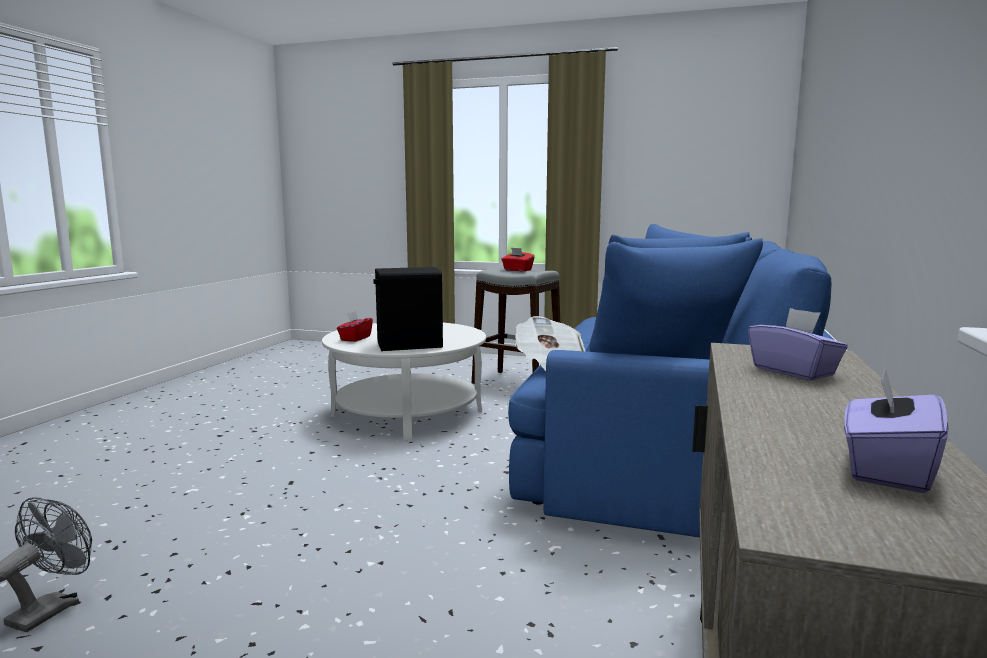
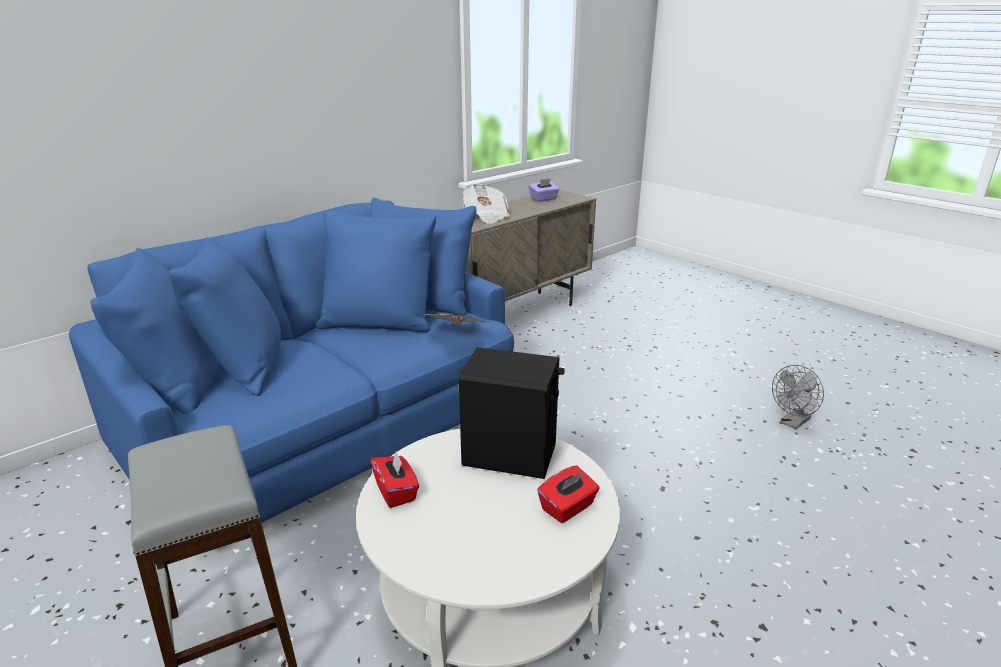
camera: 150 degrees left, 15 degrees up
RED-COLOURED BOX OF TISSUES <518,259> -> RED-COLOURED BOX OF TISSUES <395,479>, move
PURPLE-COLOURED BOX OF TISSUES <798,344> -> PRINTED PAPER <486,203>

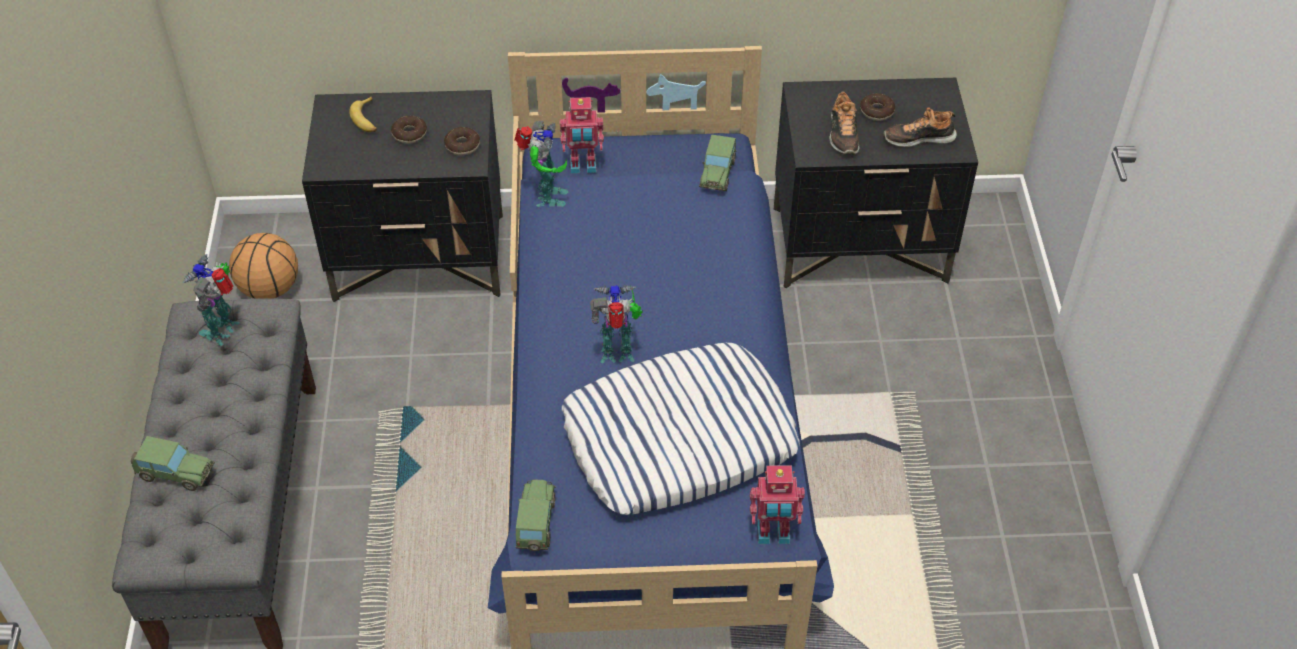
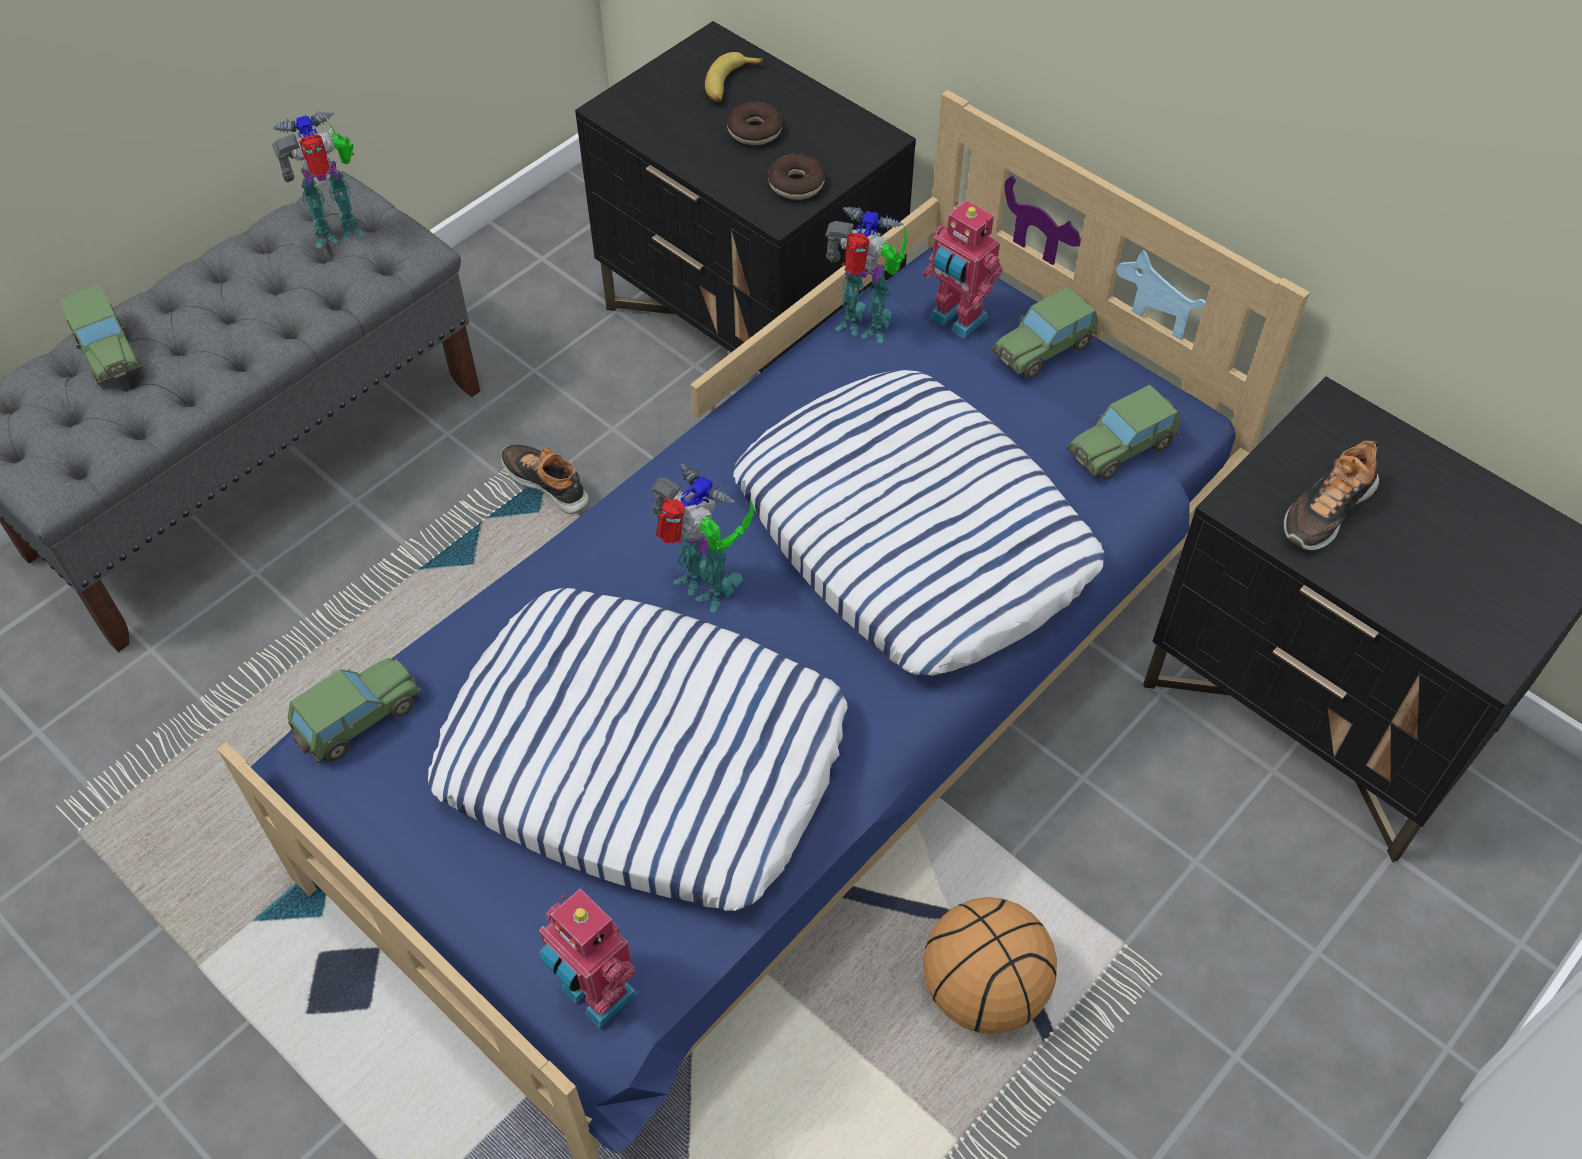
camera: 45 degrees right, 5 degrees up
DONUT <877,107> -> none
none -> PILLOW <918,523>
none -> MODEL CAR <1045,333>
BASKETBALL <263,266> -> BASKETBALL <990,965>, move
LOW SHOE <920,127> -> LOW SHOE <545,479>, move
MODEL ROBOT <541,164> -> MODEL ROBOT <866,275>, 120 degrees counterclockwise

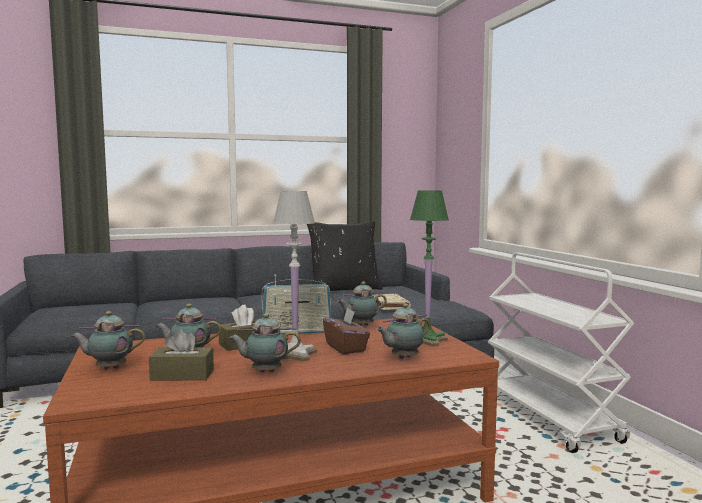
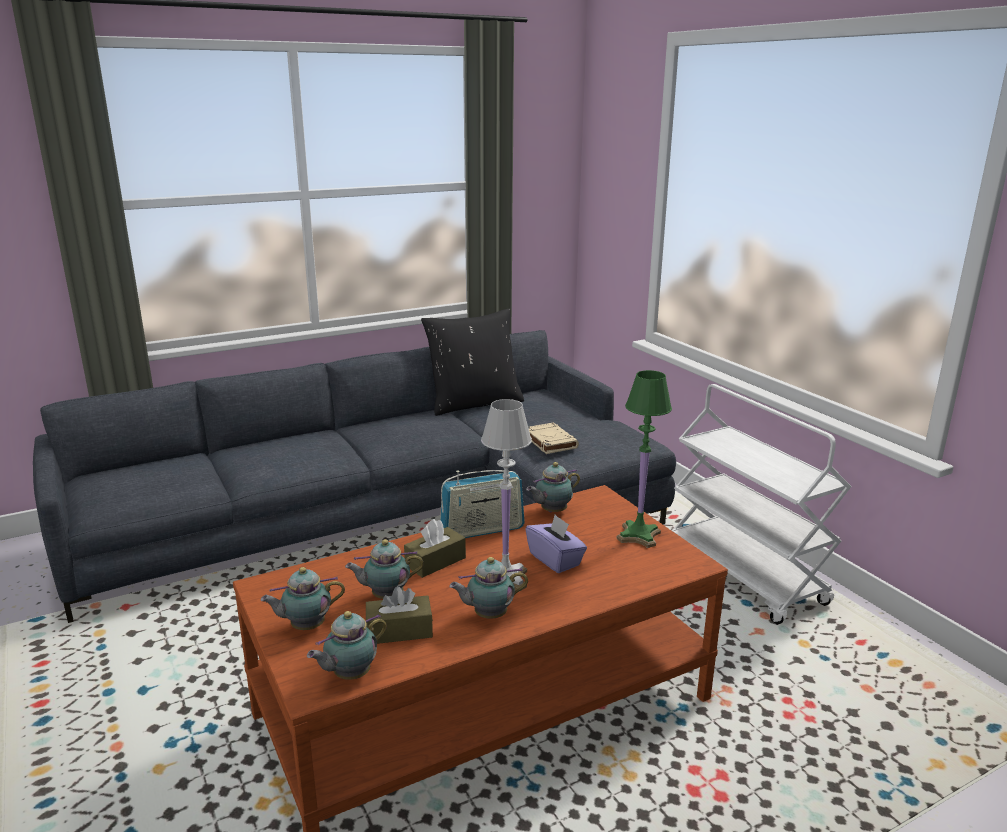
camera: 10 degrees left, 15 degrees up
TEA POT <403,331> -> TEA POT <347,645>, move
BROWNISH BOX OF TISSUES <346,331> -> PURPLE-COLOURED BOX OF TISSUES <556,544>

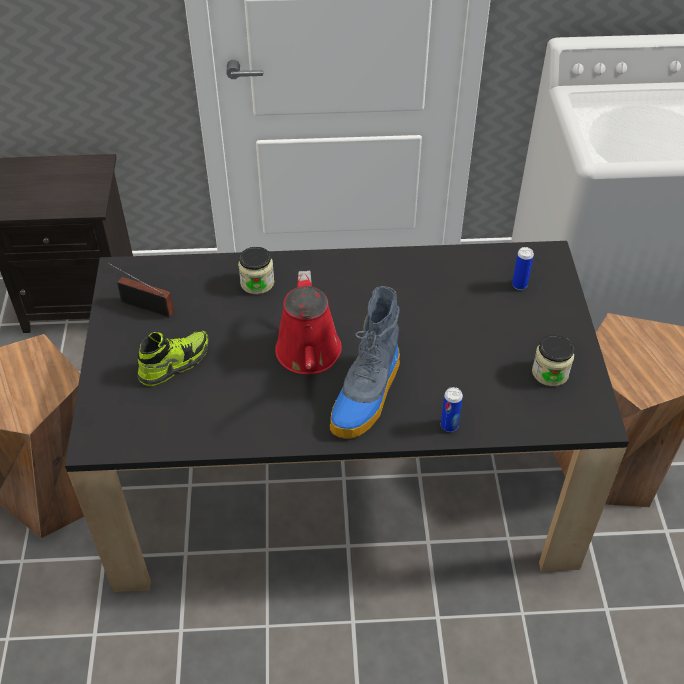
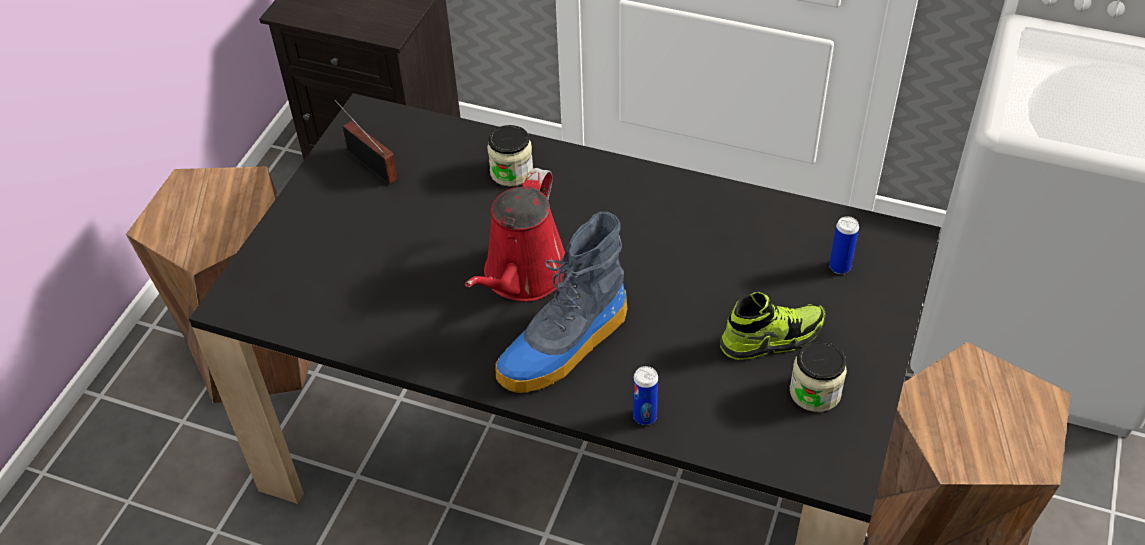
camera: 25 degrees right, 0 degrees up
LOW SHOE <173,358> -> LOW SHOE <773,326>, move

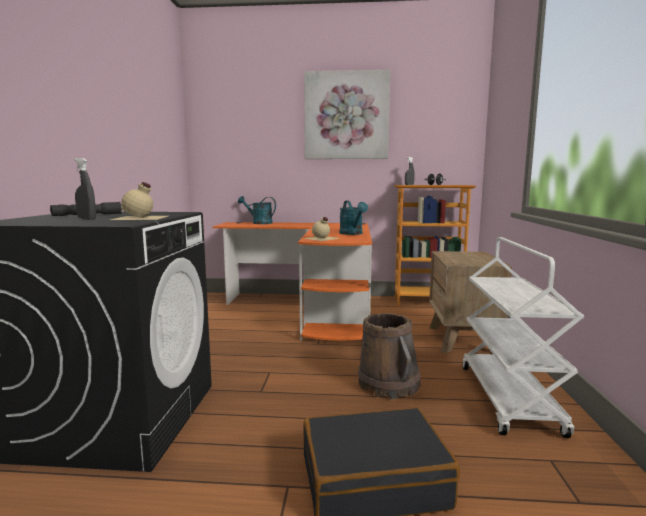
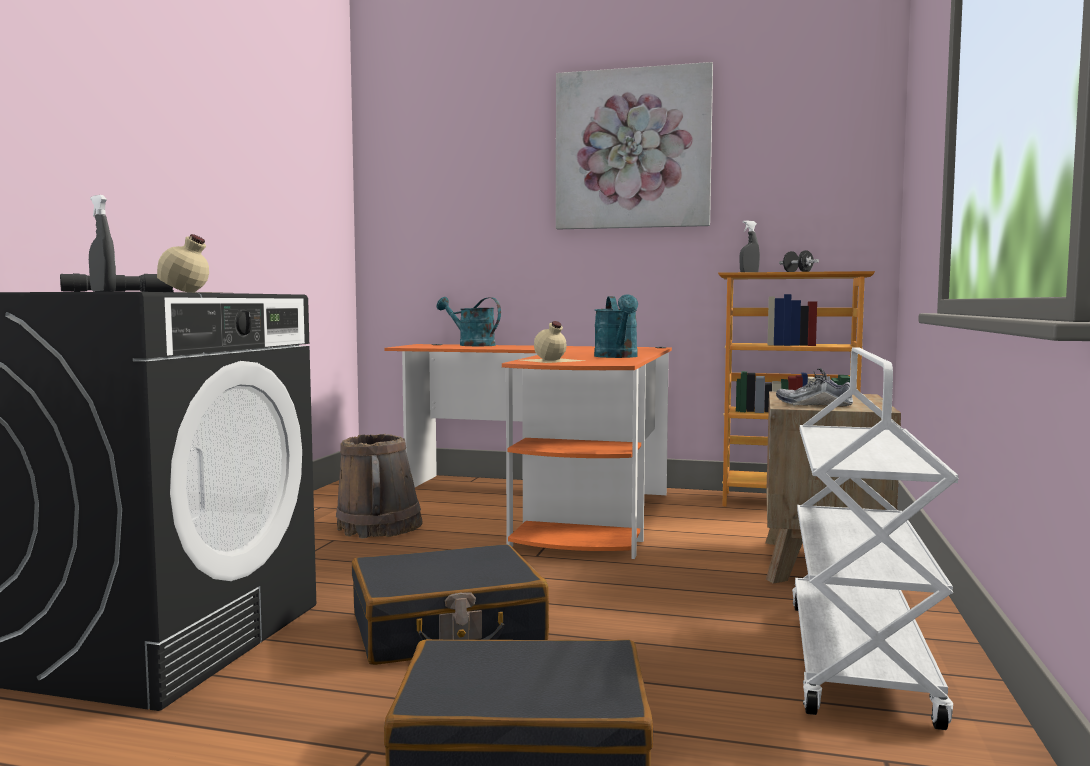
camera: 10 degrees right, 5 degrees down
none -> BLACKISH TRAVEL CASE <450,604>
none -> LOW SHOE <814,387>
BROWNISH WATER BUCKET <389,356> -> BROWNISH WATER BUCKET <379,486>, move

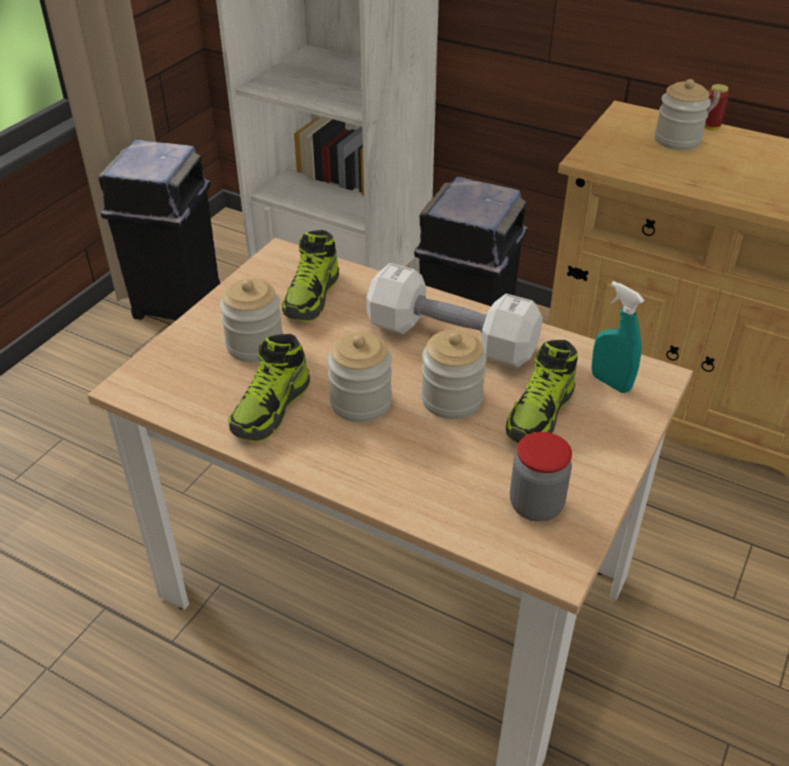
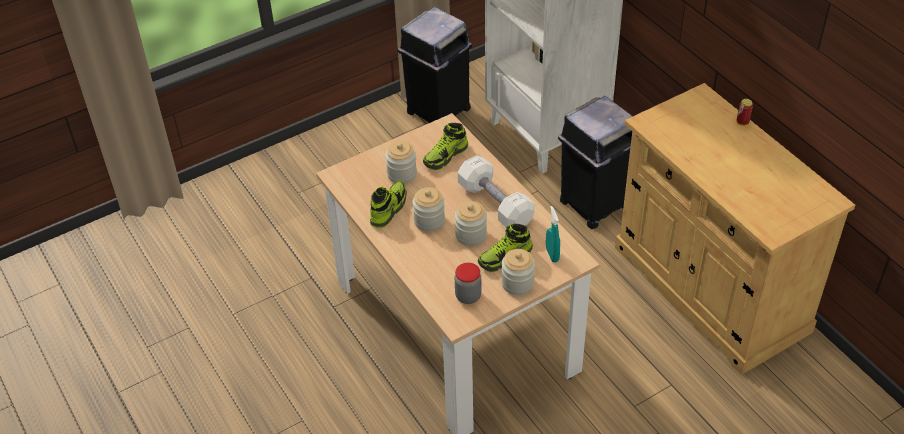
camera: 30 degrees right, 5 degrees up
STORAGE JAR <683,114> -> STORAGE JAR <518,272>, move
LOW SHOE <269,387> -> LOW SHOE <388,204>, 150 degrees clockwise

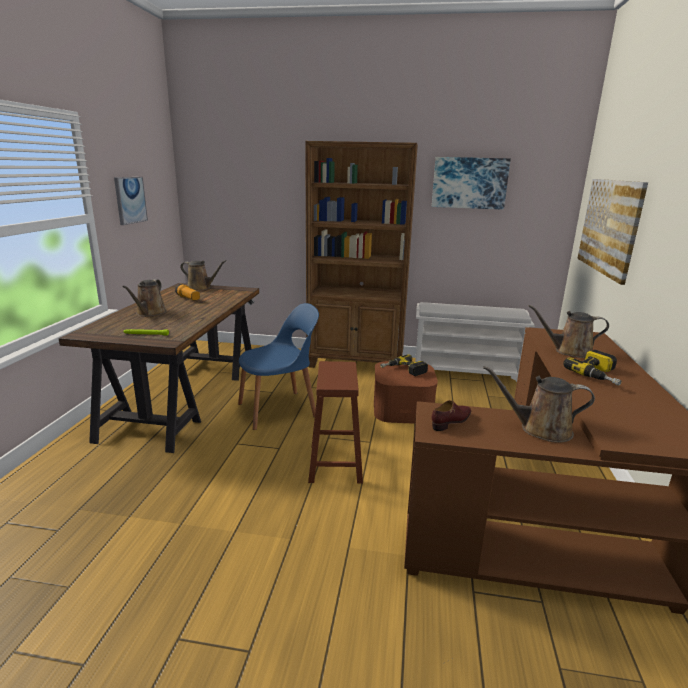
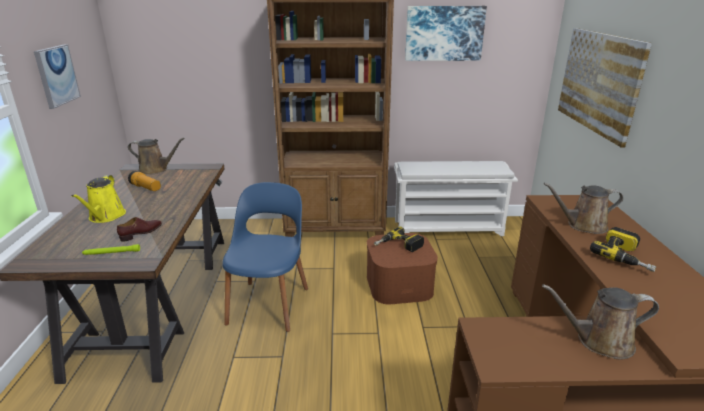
camera: 10 degrees left, 5 degrees up
BROWNISH SITTING STOOL <335,422> -> none
BROWNISH LOW SHOE <451,415> -> BROWNISH LOW SHOE <139,229>, move
BROWNISH WATERING POT <144,298> -> YELLOW WATERING POT <98,199>
BLUE PLAIN CHAIR <278,366> -> BLUE PLAIN CHAIR <265,257>, 45 degrees counterclockwise

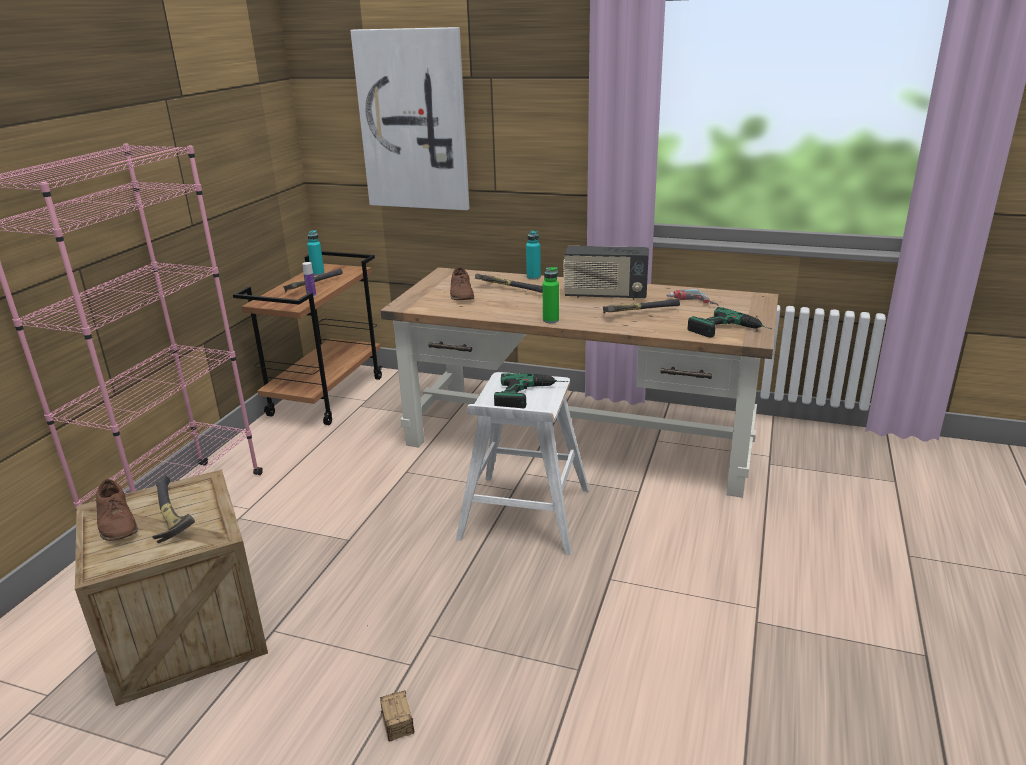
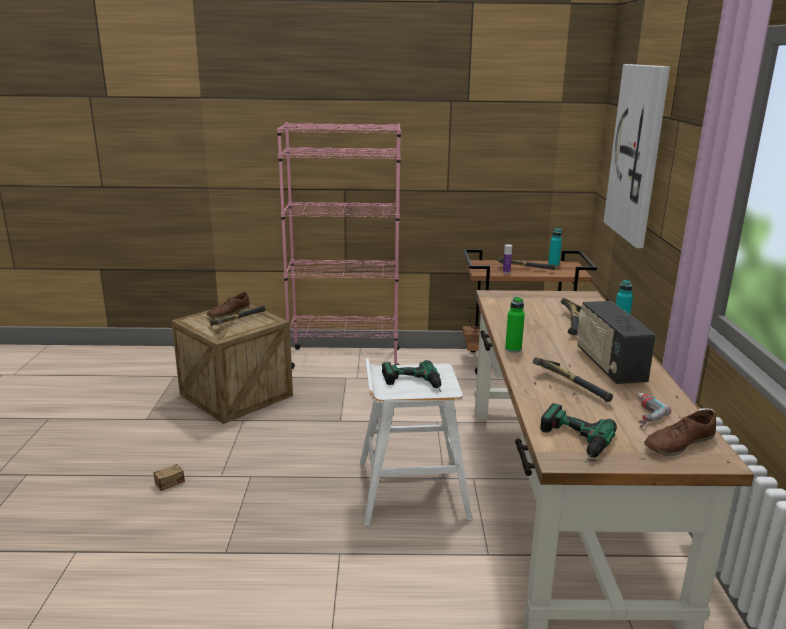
camera: 70 degrees right, 5 degrees down
BROWNISH LOW SHOE <462,283> -> BROWNISH LOW SHOE <680,432>, move

